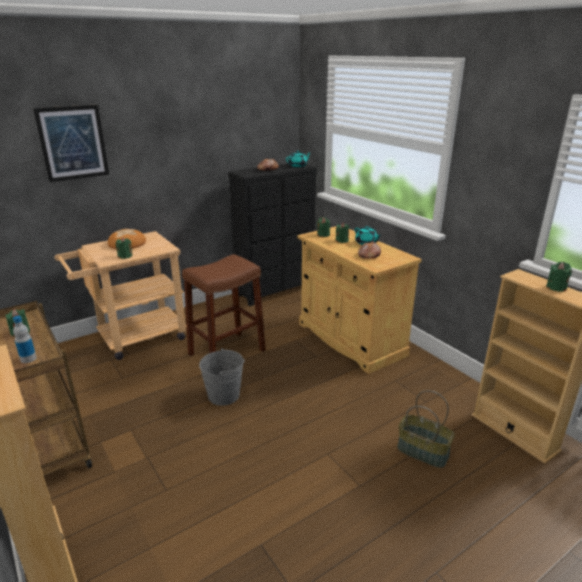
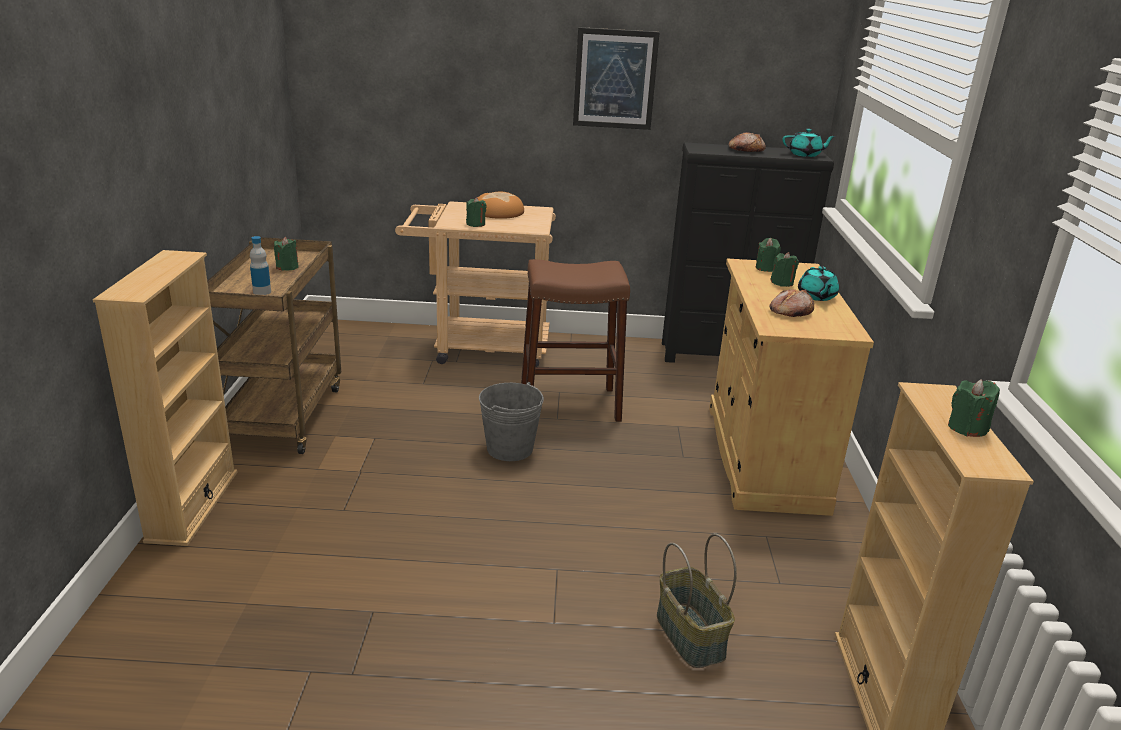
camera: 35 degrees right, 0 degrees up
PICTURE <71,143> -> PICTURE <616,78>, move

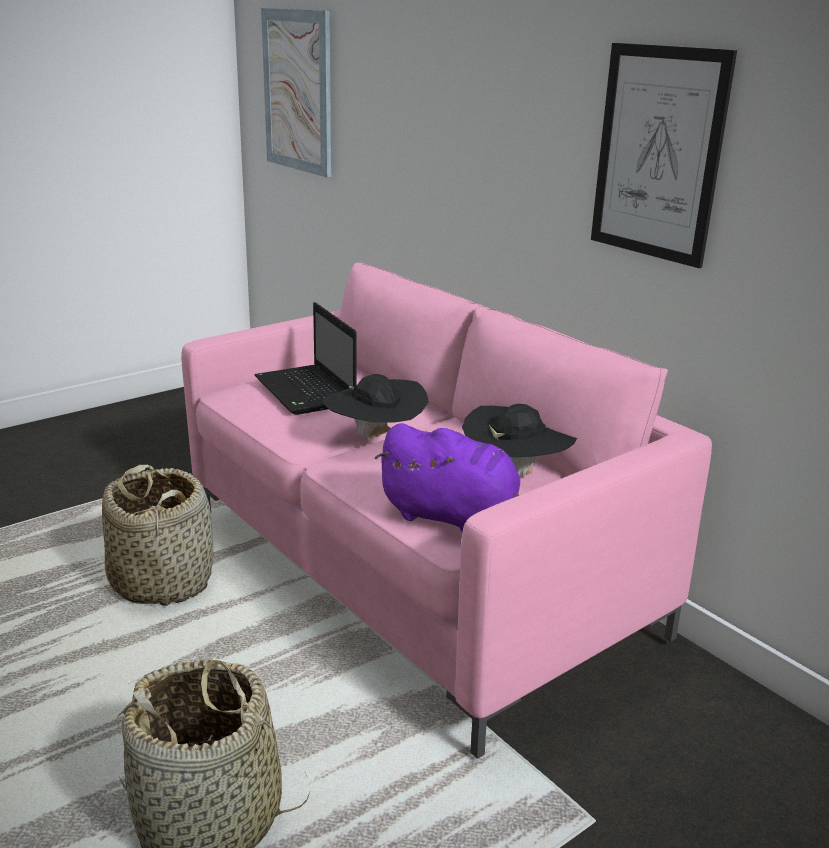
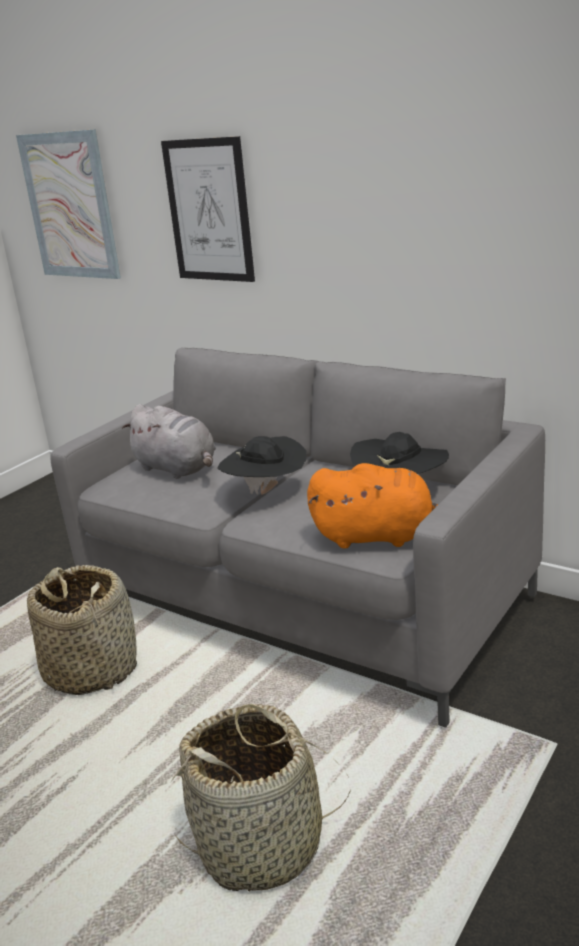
camera: 15 degrees left, 0 degrees up
PICTURE <664,155> -> PICTURE <208,209>, move
NOTEBOOK COMPUTER <305,358> -> GRAY CUDDLY TOY <169,441>
PINK-COLOURED COUCH <446,511> -> GRAY COUCH <297,537>
PURPLE-COLOURED CUDDLY TOY <447,477> -> ORANGE CUDDLY TOY <372,505>

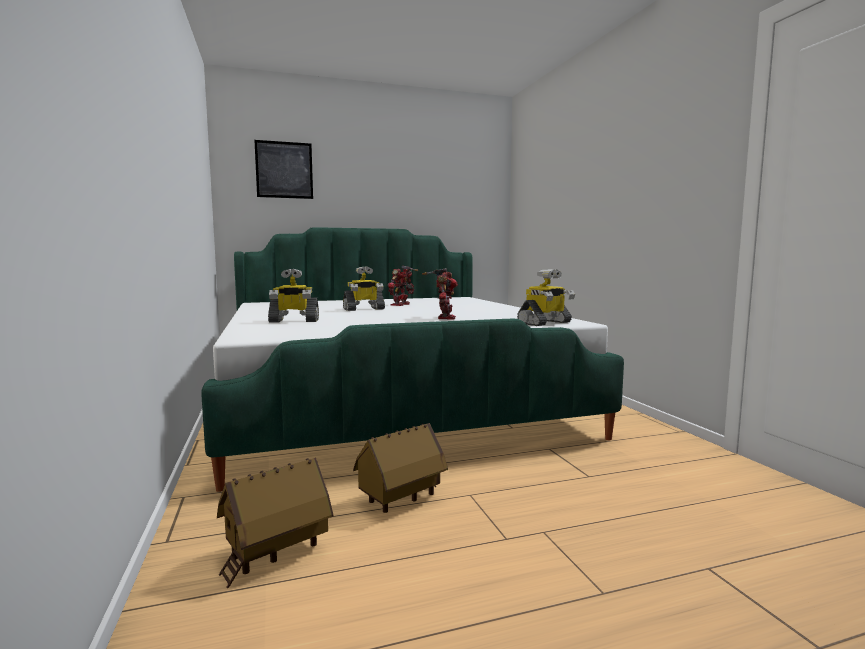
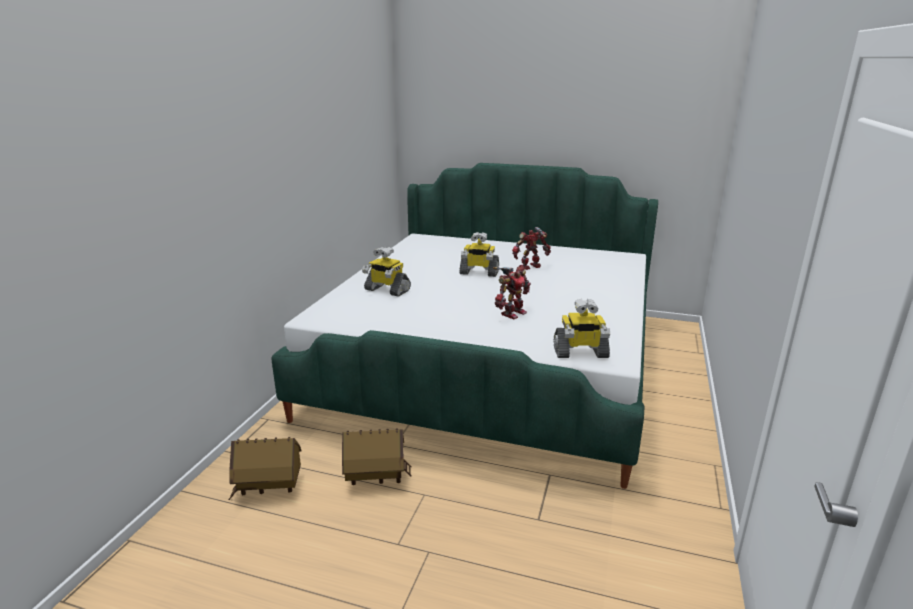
camera: 35 degrees right, 15 degrees up
PICTURE <283,169> -> none

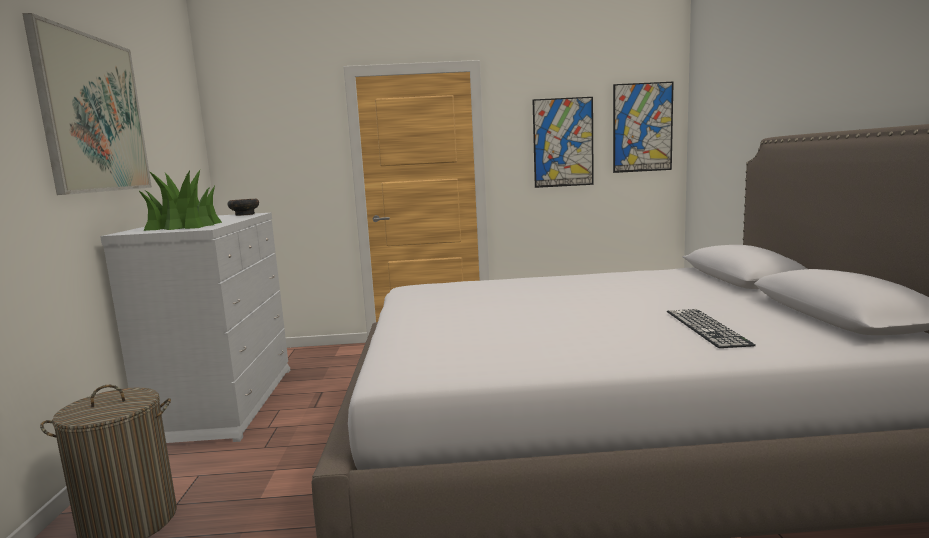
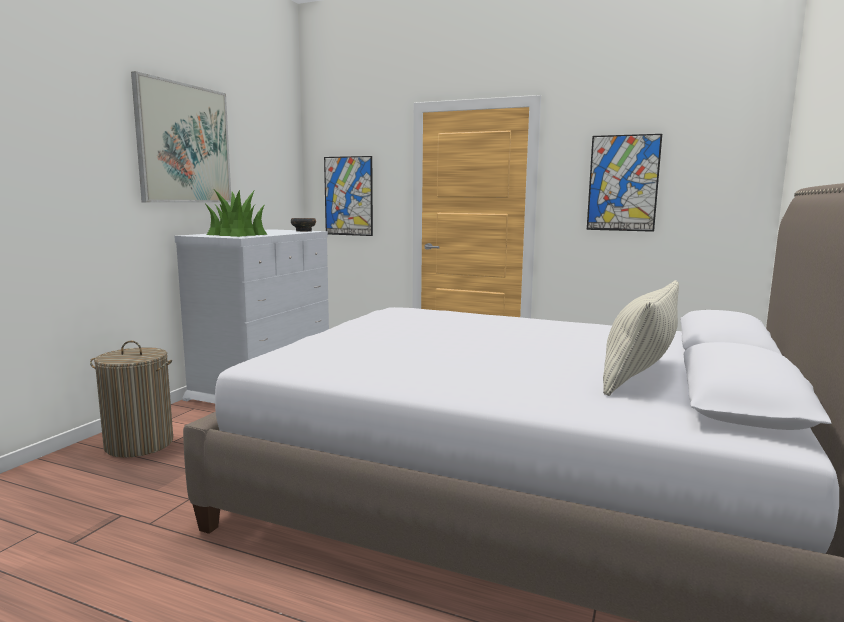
camera: 25 degrees right, 0 degrees up
COMPUTER KEYBOARD <711,328> -> none
none -> PILLOW <641,338>
PICTURE <643,127> -> PICTURE <348,196>, move

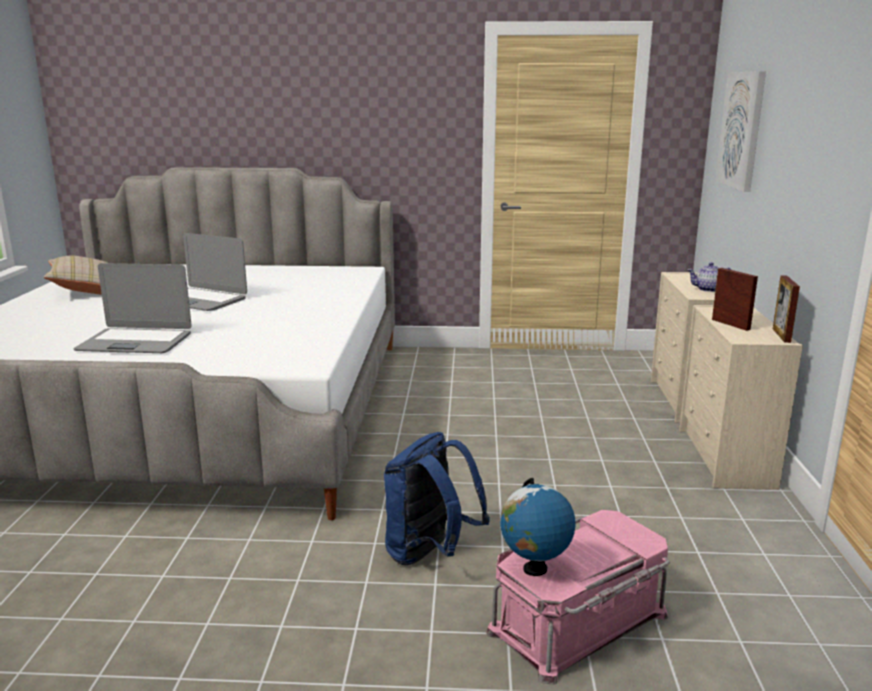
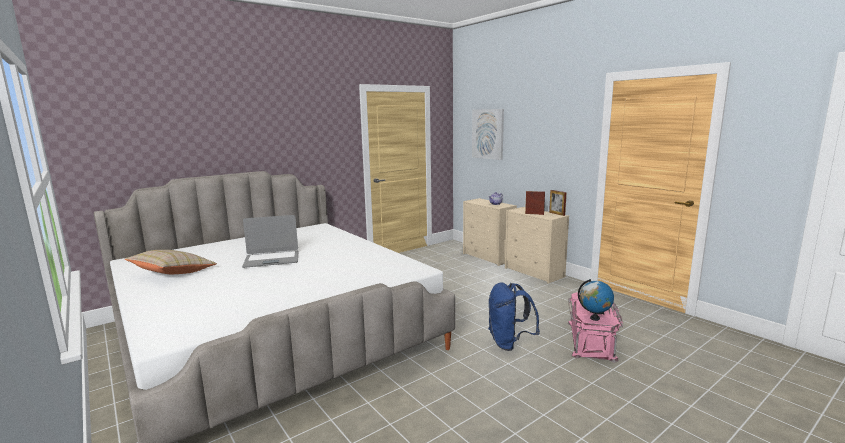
camera: 40 degrees left, 5 degrees down
NOTEBOOK COMPUTER <132,308> -> none

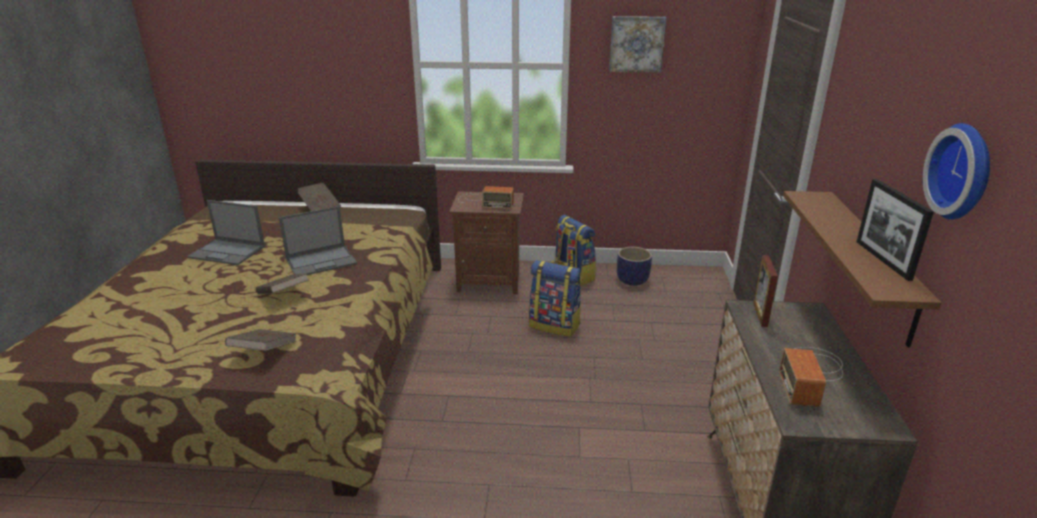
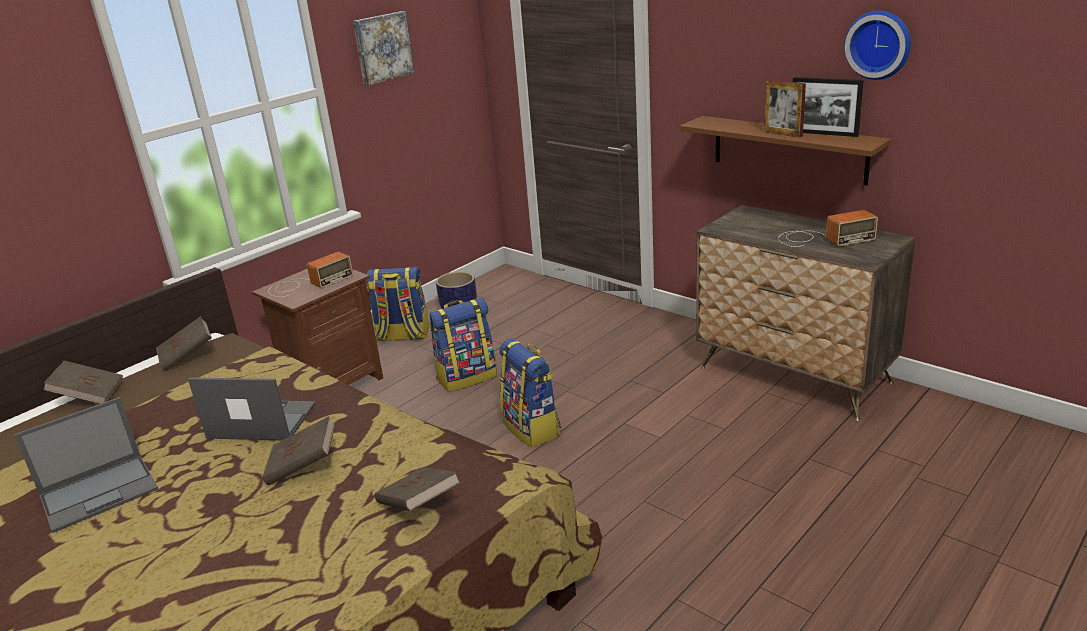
camera: 50 degrees left, 0 degrees up
none -> BROWNISH VOLUME <184,343>
none -> KNAPSACK <530,393>
PHOTO FRAME <765,291> -> PHOTO FRAME <785,109>, move
NOTEBOOK COMPUTER <318,240> -> NOTEBOOK COMPUTER <252,409>, 90 degrees counterclockwise
RADIO SET <811,377> -> RADIO SET <828,228>, 60 degrees counterclockwise

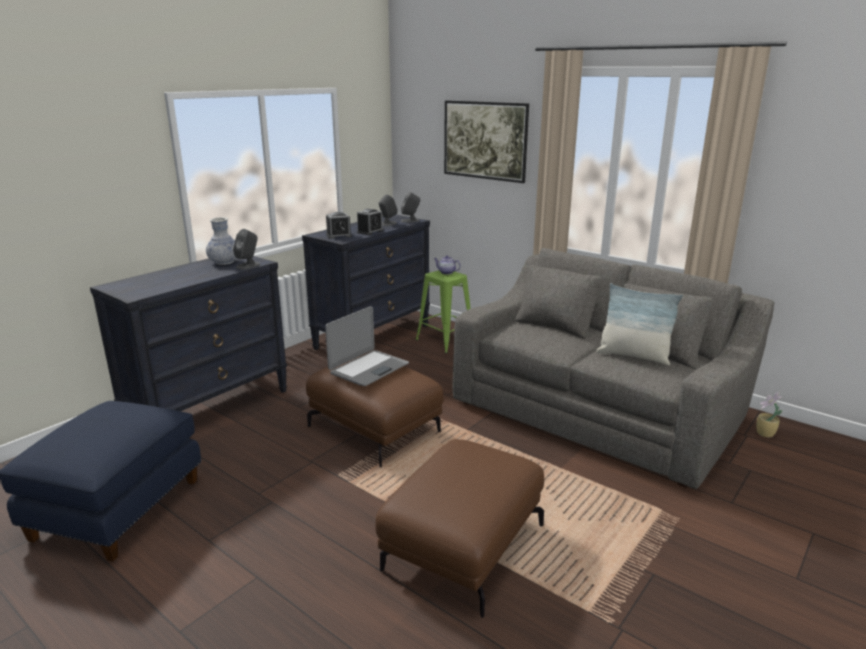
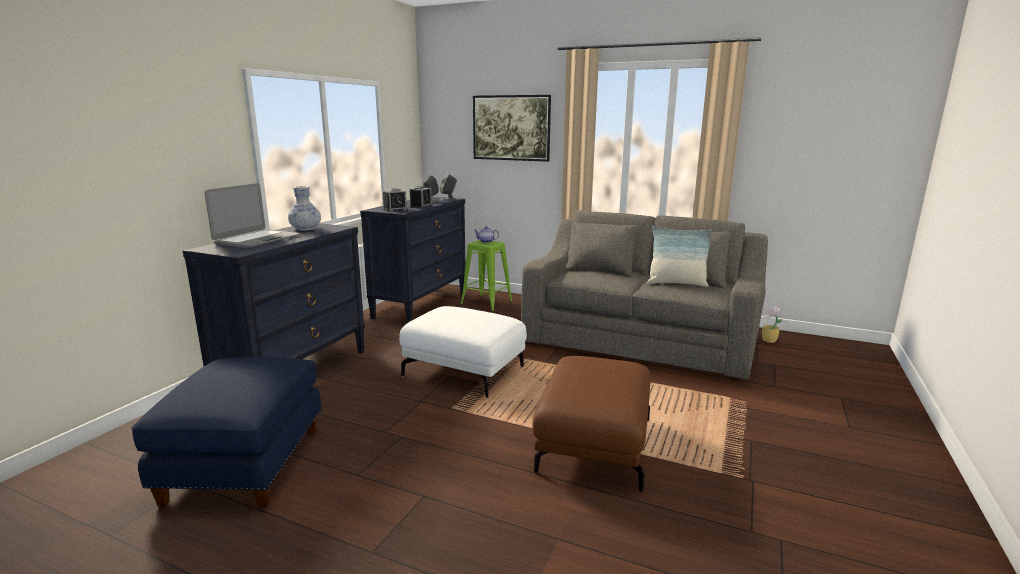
camera: 15 degrees left, 5 degrees down
GRAY SPEAKER <247,249> -> none
NOTEBOOK COMPUTER <367,346> -> NOTEBOOK COMPUTER <252,215>, move
BROWNISH OTTOMAN <375,410> -> WHITE OTTOMAN <463,352>

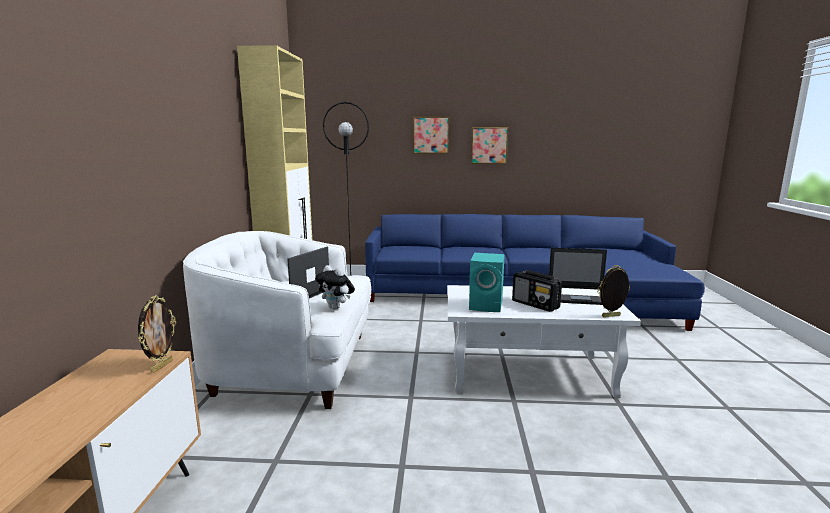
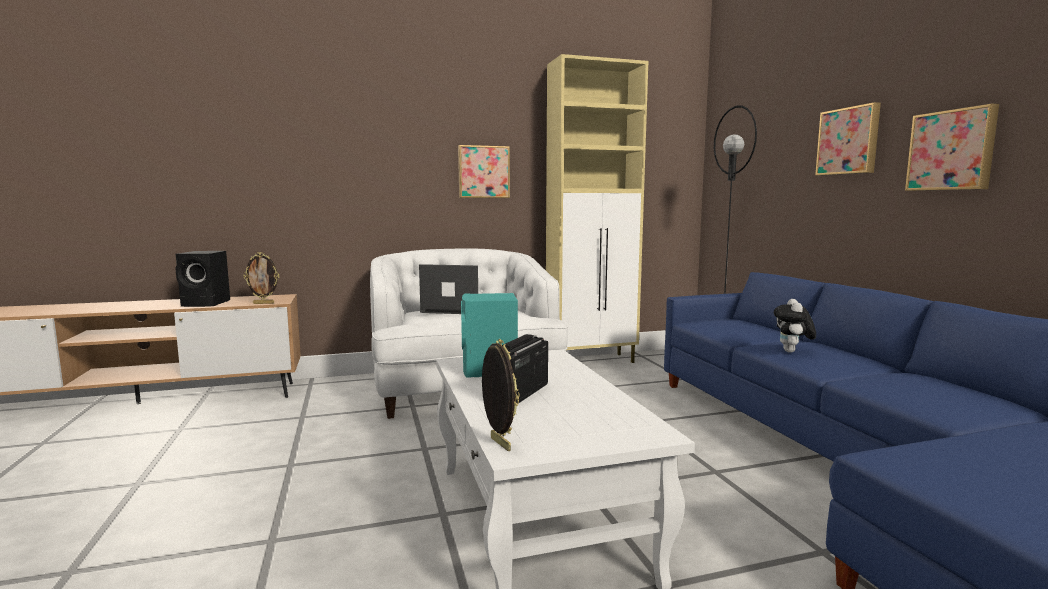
camera: 70 degrees right, 5 degrees down
NOTEBOOK COMPUTER <578,276> -> none
none -> BLACKISH SPEAKER <202,279>
none -> PICTURE <484,171>
CUDDLY TOY <335,287> -> CUDDLY TOY <795,326>, move

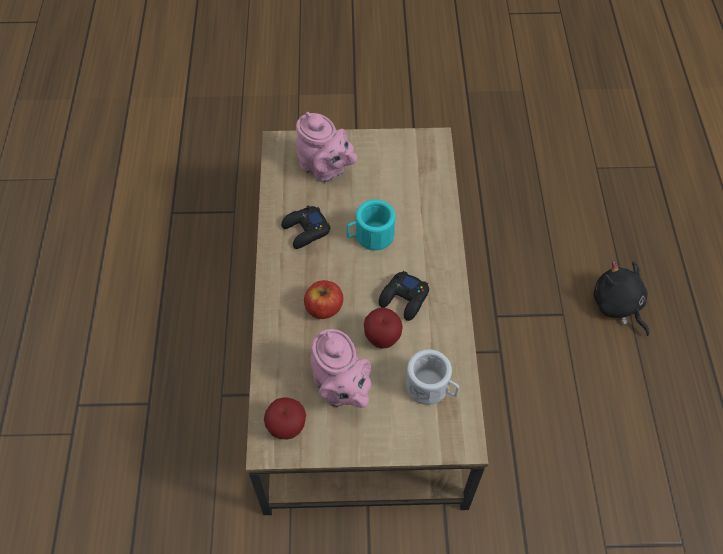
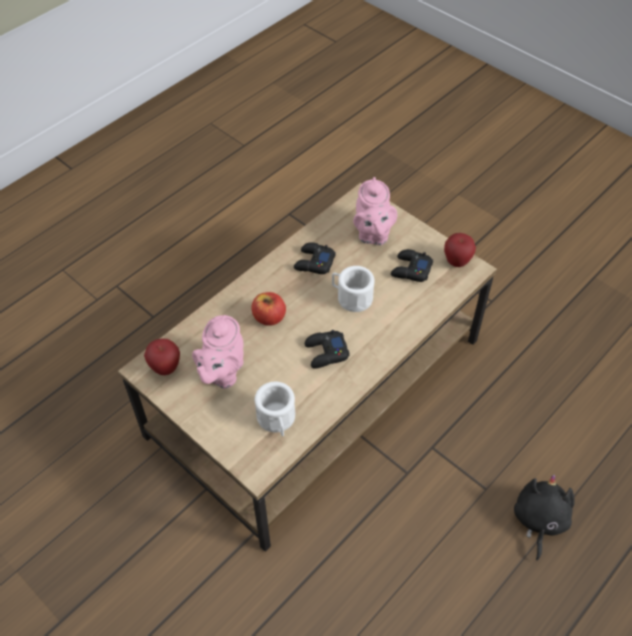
camera: 45 degrees right, 5 degrees down
none -> BLACKISH GAME CONTROLLER <412,265>
WHOLE APPLE <383,328> -> WHOLE APPLE <460,250>, move
TURQUOISE-COLOURED COFFEE MUG <371,224> -> WHITE COFFEE MUG <353,289>

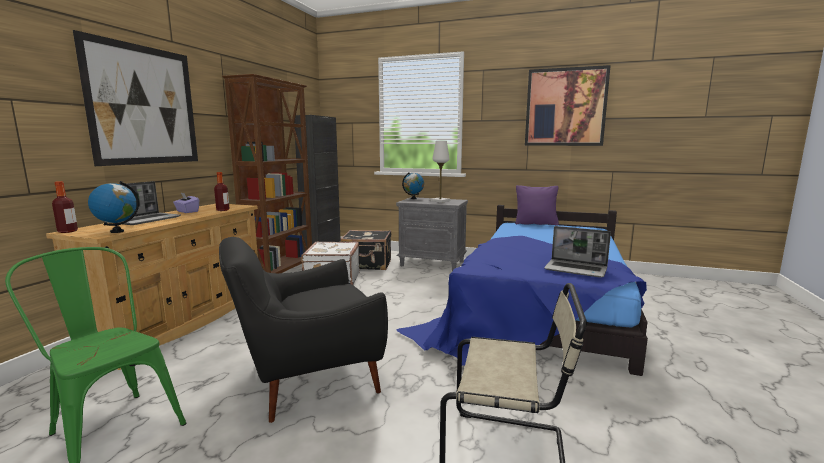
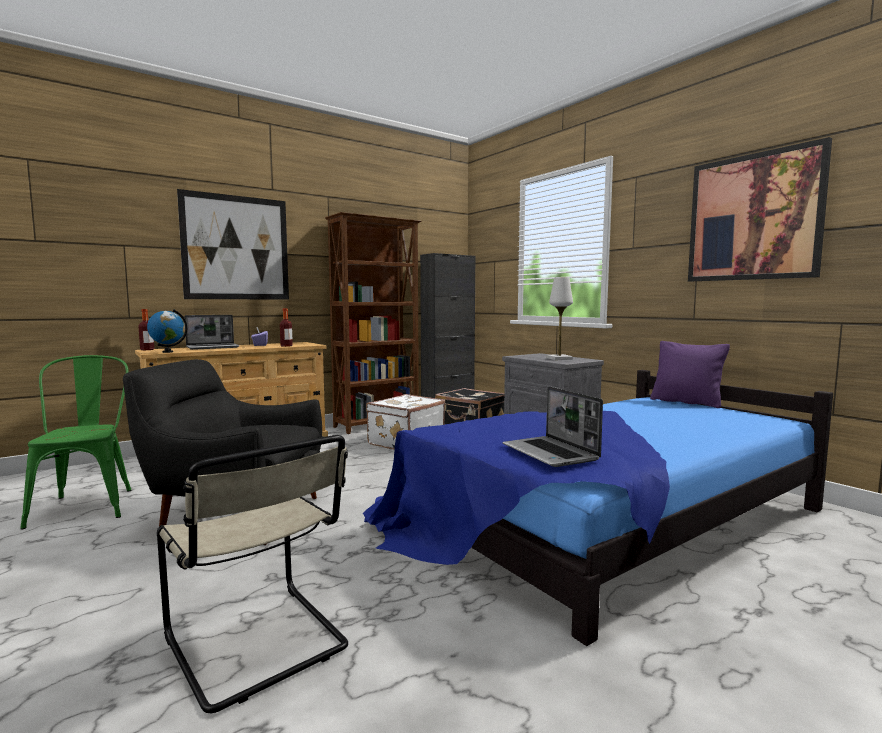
camera: 35 degrees right, 5 degrees down
GLOBE <413,185> -> none

